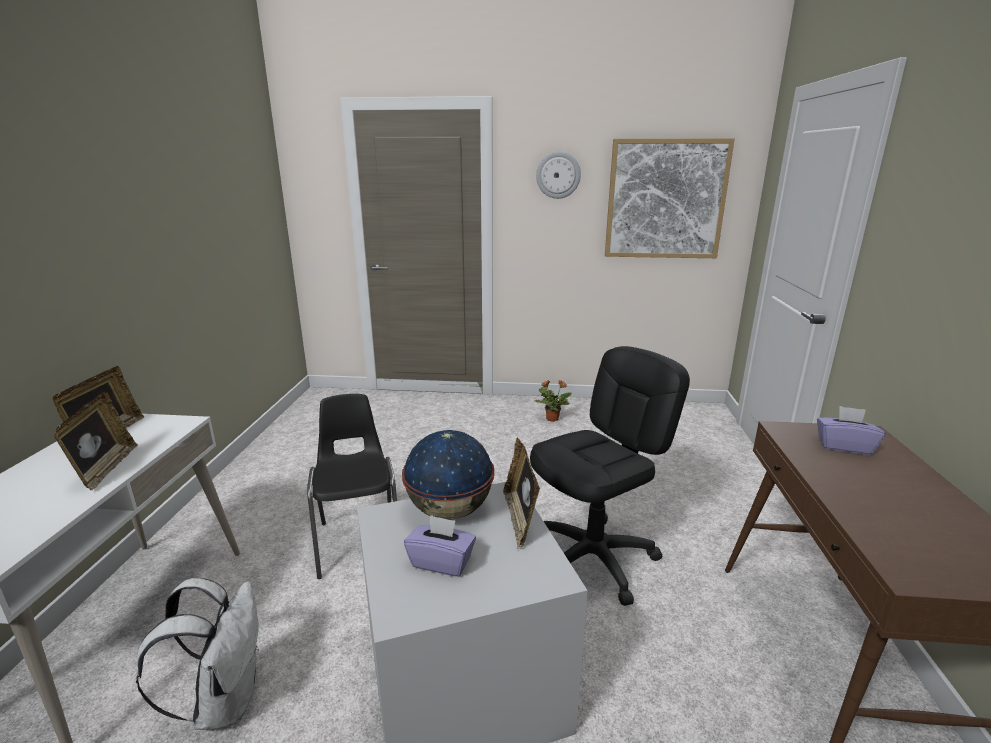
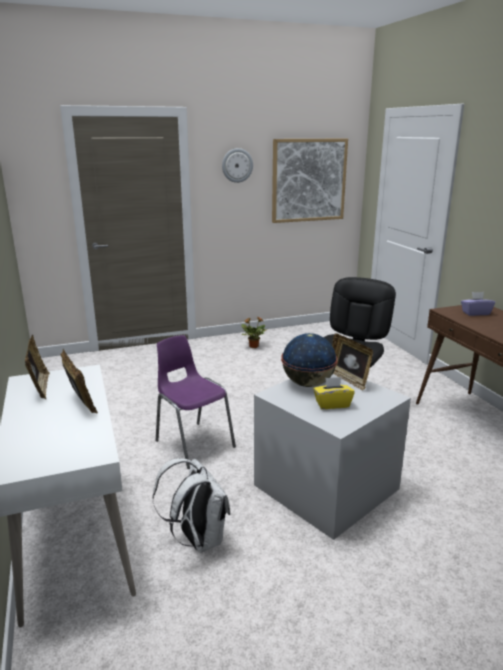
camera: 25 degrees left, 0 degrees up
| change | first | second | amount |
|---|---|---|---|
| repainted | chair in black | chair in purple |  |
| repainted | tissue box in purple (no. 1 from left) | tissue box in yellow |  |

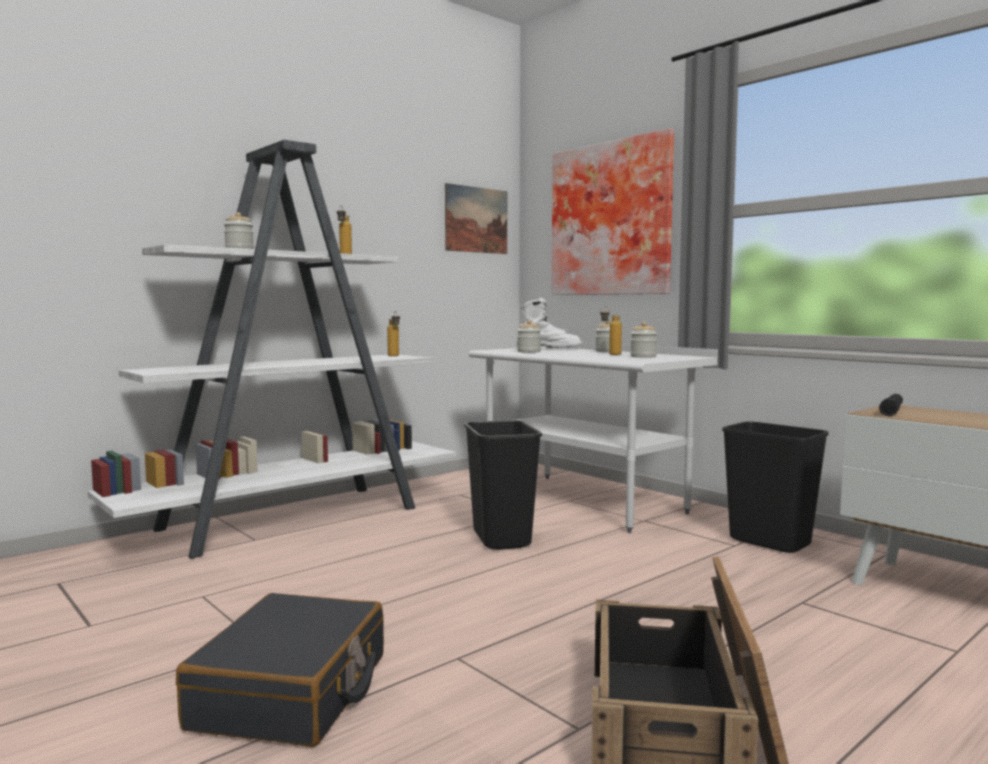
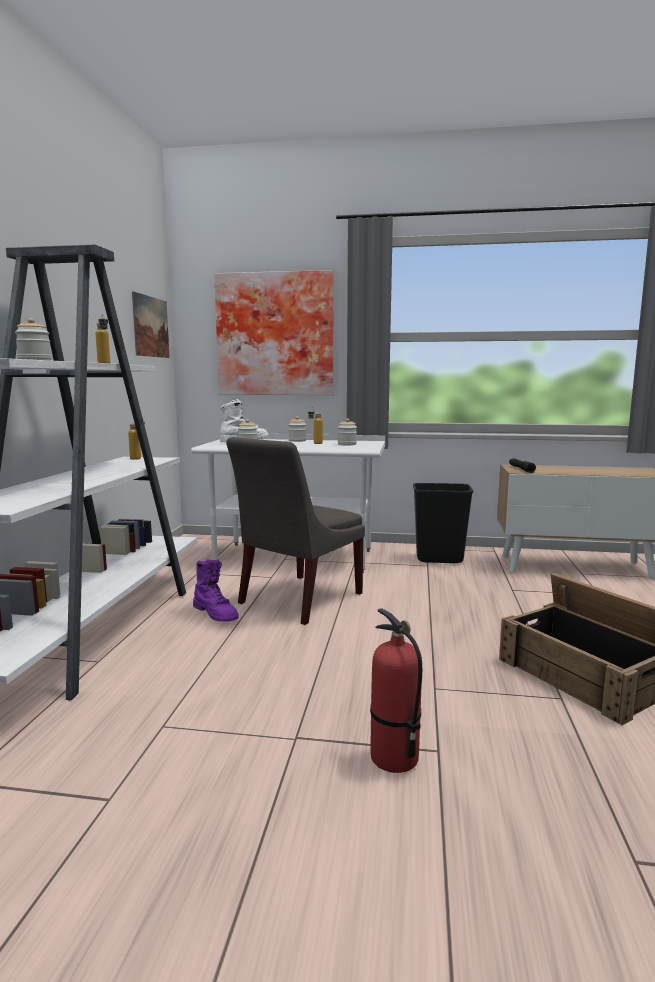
camera: 40 degrees left, 5 degrees up
| change | first | second | amount |
|---|---|---|---|
| swapped | trash can in black (no. 1 from left) | chair in grey |  |
| swapped | suitcase in black | fire extinguisher |  |
| new |  | boot in purple |  |

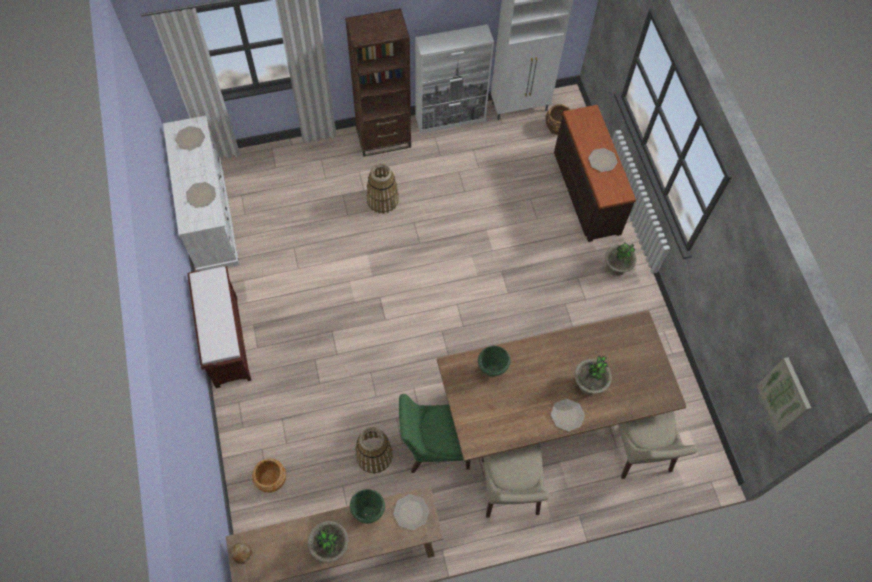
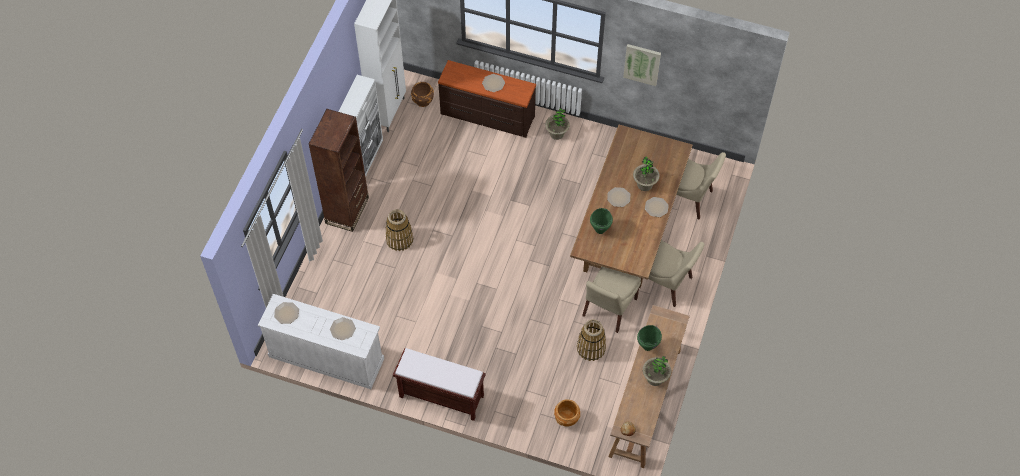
camera: 55 degrees left, 5 degrees down
| change | first | second | amount |
|---|---|---|---|
| shifted | picture |  |  |
| repainted | chair in green | chair in beige (no. 1 from left) |  |
| shifted | plate (no. 3 from left in the first image) | plate (no. 4 from left) |  |

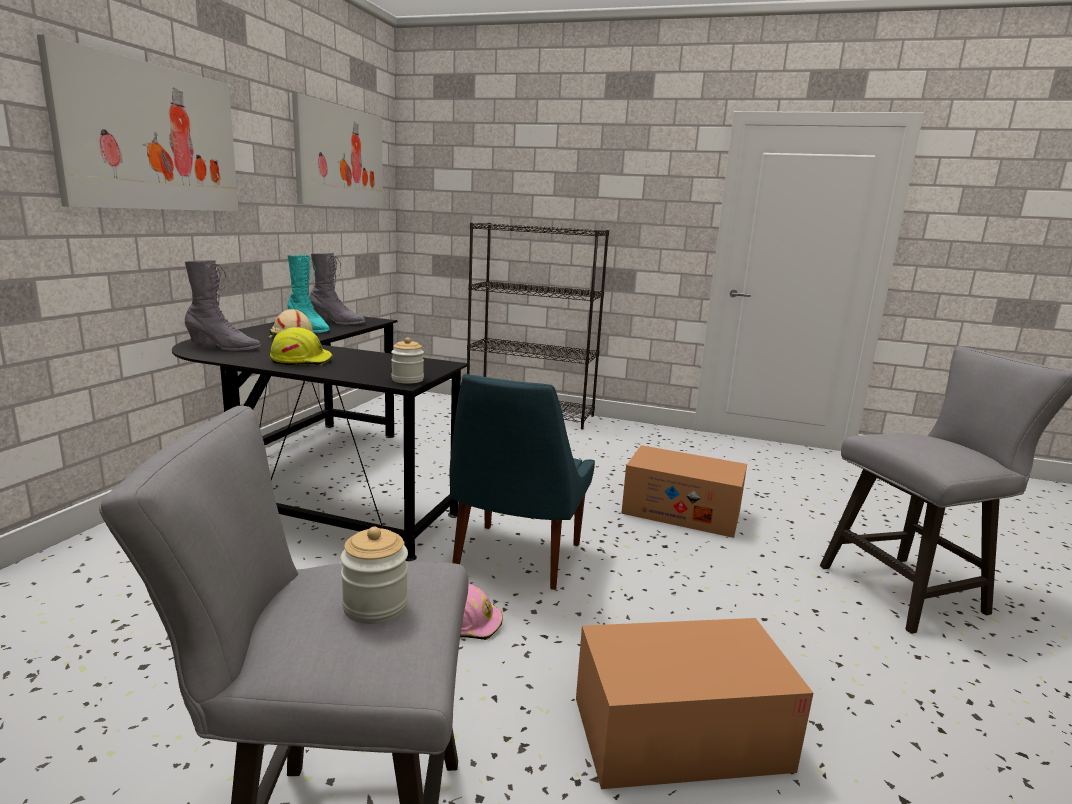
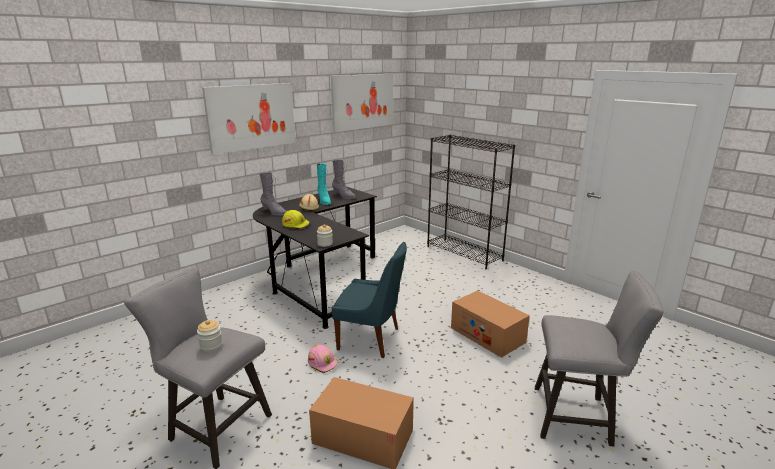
camera: 30 degrees right, 5 degrees up
| change | first | second | amount |
|---|---|---|---|
| rotated | chair in blue |  | 120 degrees counterclockwise |

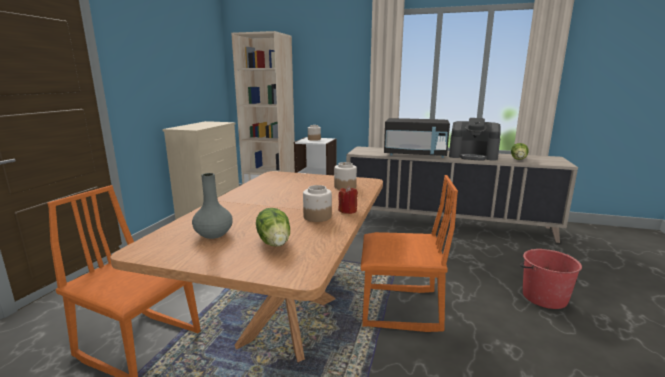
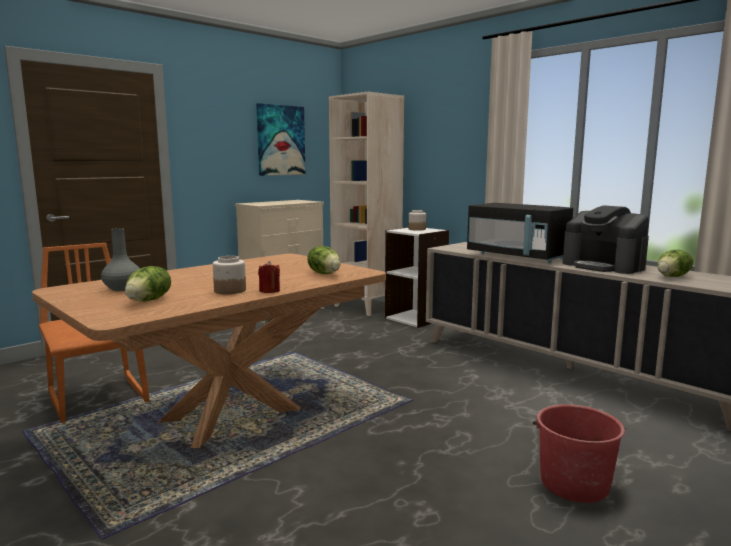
camera: 30 degrees right, 5 degrees down
| change | first | second | amount |
|---|---|---|---|
| swapped | jar (no. 3 from left) | lettuce (no. 2 from left) |  |
| gone | chair in orange (no. 2 from left) |  |  |
| new |  | picture |  |

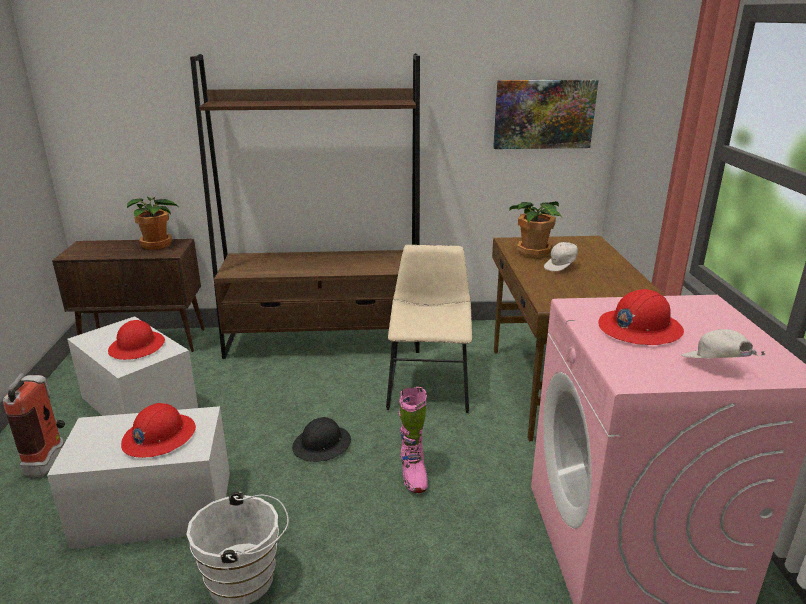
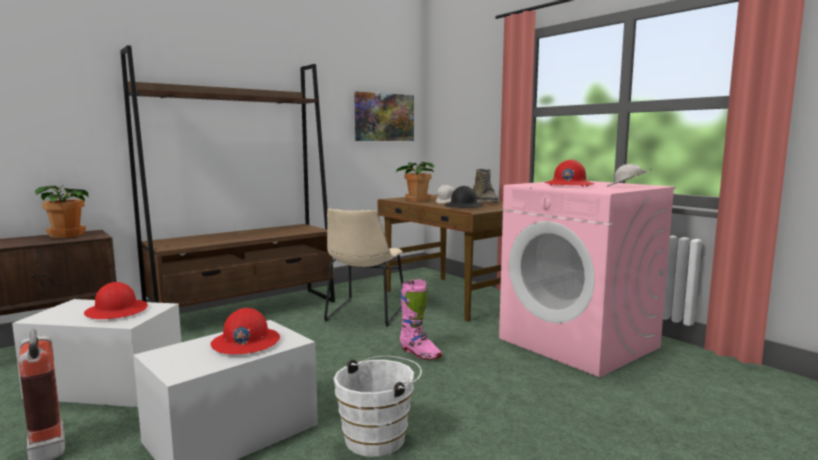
camera: 35 degrees left, 15 degrees down
| change | first | second | amount |
|---|---|---|---|
| rotated | chair in beige |  | 135 degrees counterclockwise |
| shifted | hard hat in black |  |  |
| new |  | boot in green |  |

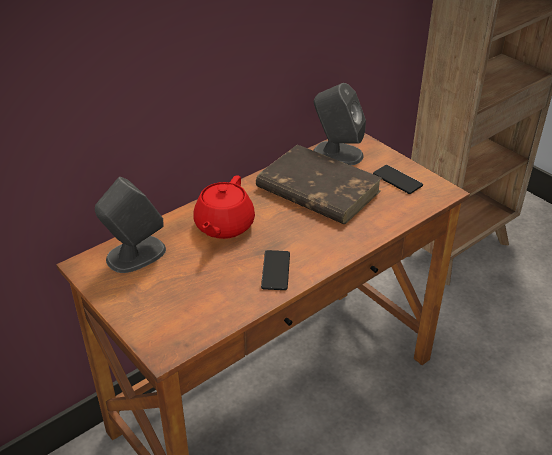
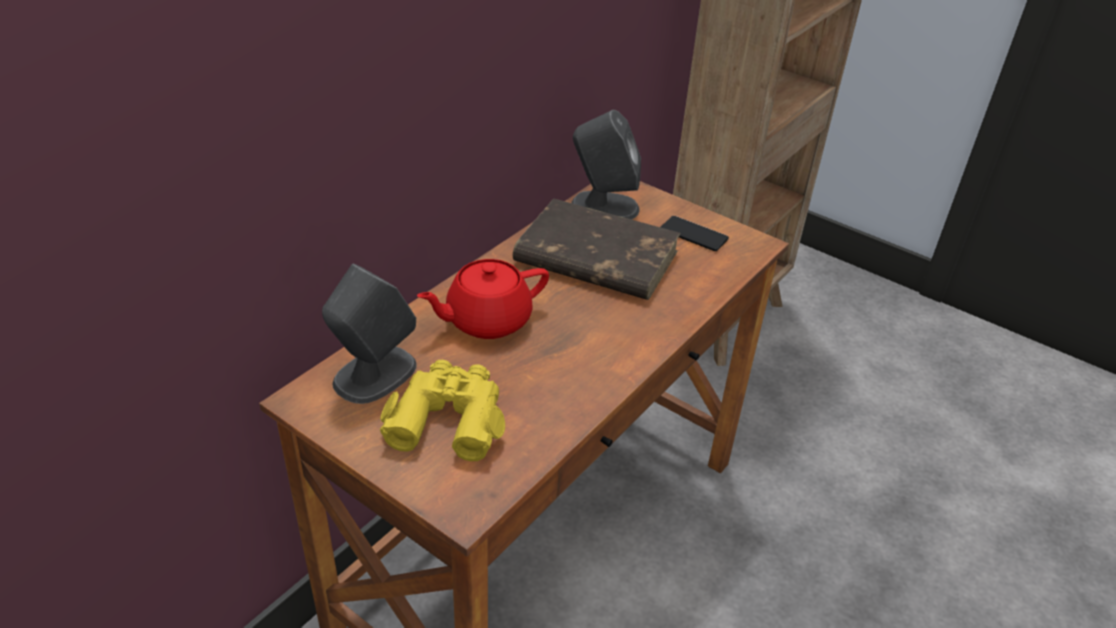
camera: 15 degrees left, 0 degrees up
| change | first | second | amount |
|---|---|---|---|
| rotated | teapot in red |  | 60 degrees clockwise |
| gone | phone (no. 1 from left) |  |  |
| new |  | binoculars in yellow |  |

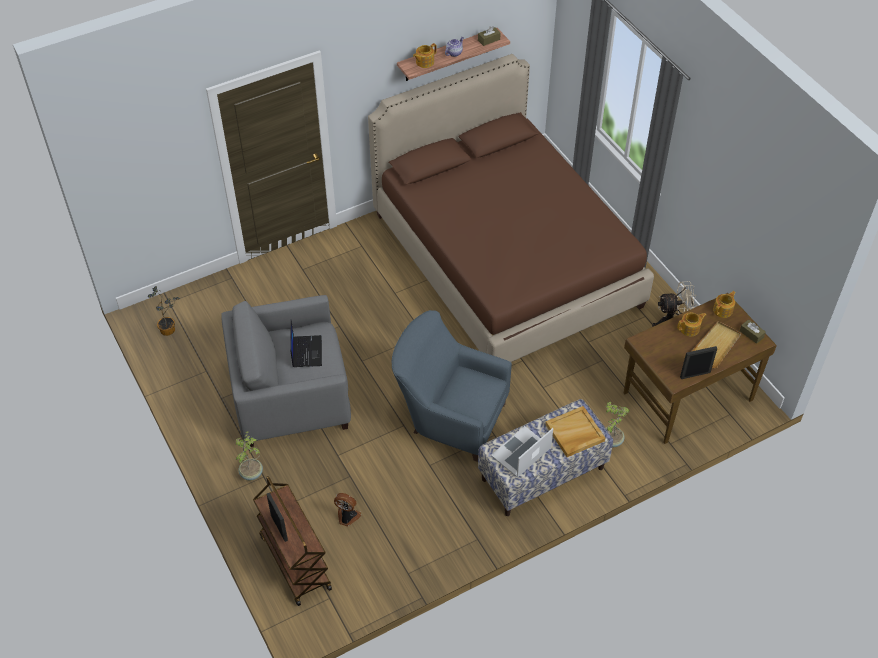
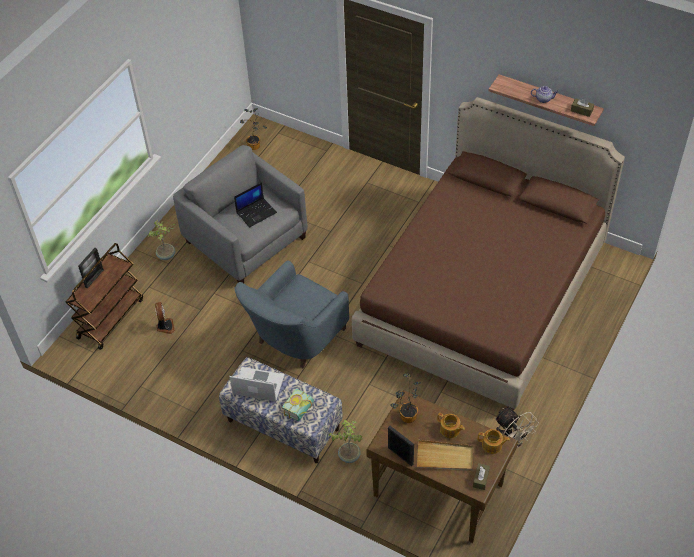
camera: 60 degrees right, 0 degrees up
| change | first | second | amount |
|---|---|---|---|
| gone | teapot (no. 1 from left) |  |  |
| rotated | armchair in blue |  | 135 degrees counterclockwise |
| swapped | tray in beige (no. 1 from left) | book |  |
| new |  | potted plant (no. 4 from left) |  |

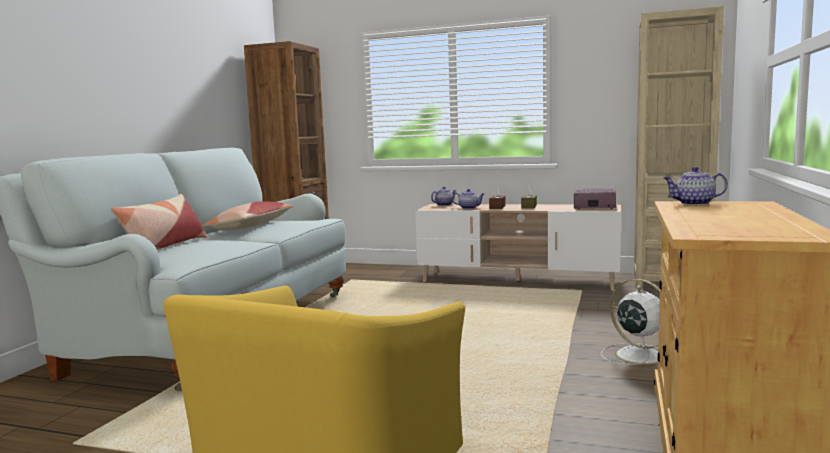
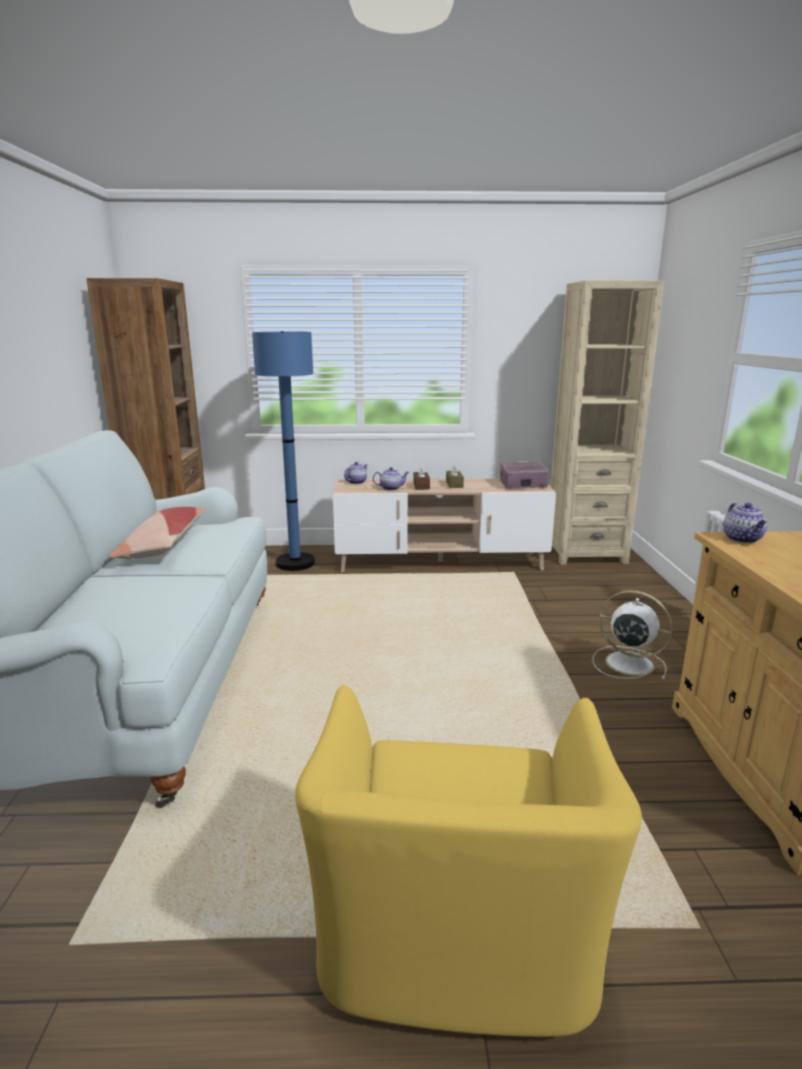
camera: 20 degrees left, 10 degrees up
| change | first | second | amount |
|---|---|---|---|
| rotated | teapot (no. 3 from left) |  | 75 degrees counterclockwise |
| gone | pillow (no. 1 from left) |  |  |
| new |  | floor lamp in blue |  |

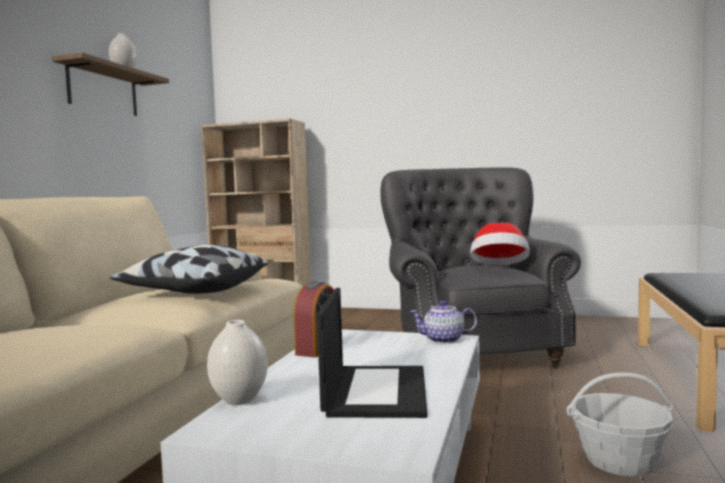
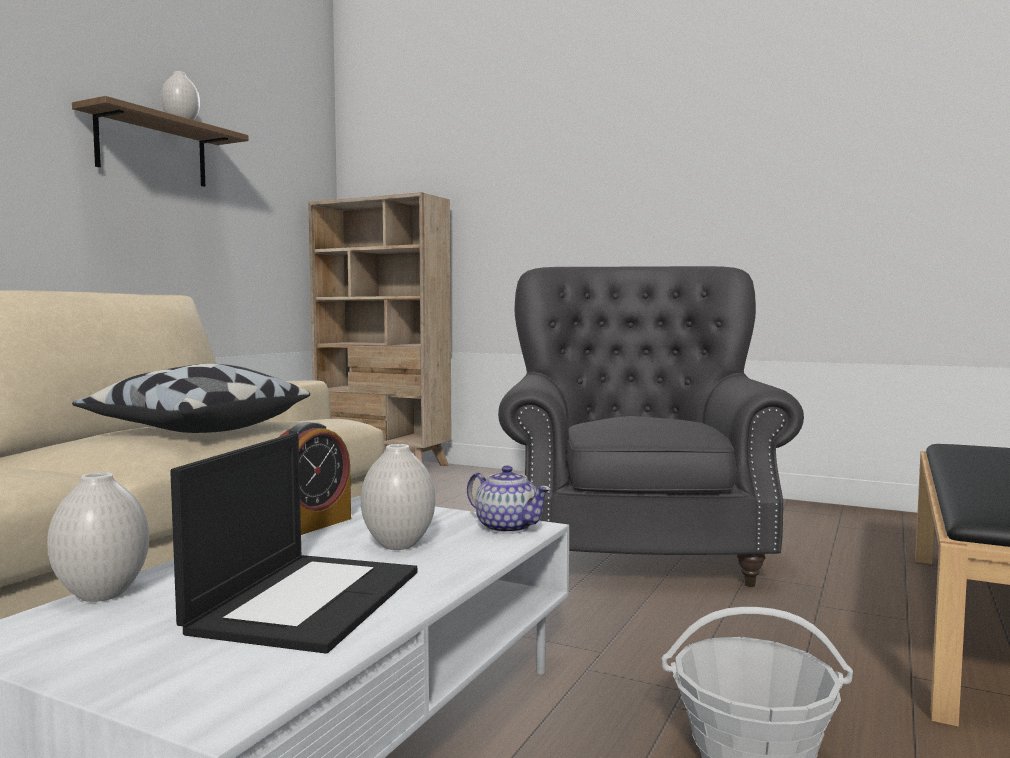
camera: 10 degrees right, 0 degrees up
| change | first | second | amount |
|---|---|---|---|
| gone | hat |  |  |
| rotated | teapot |  | 150 degrees counterclockwise |
| new |  | vase in white (no. 3 from left) |  |

